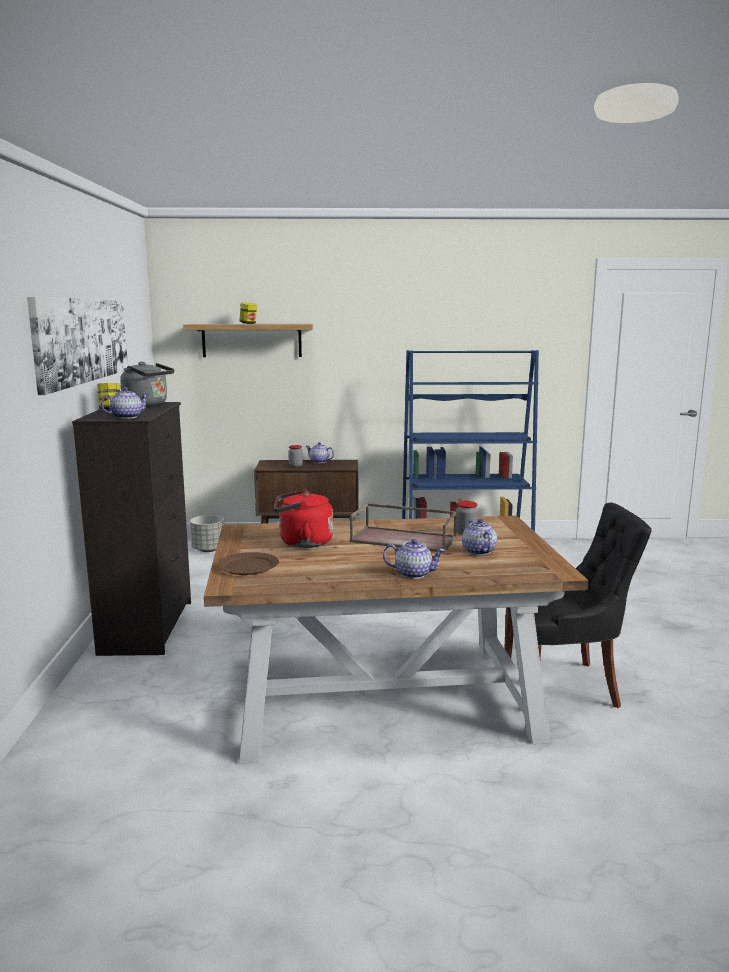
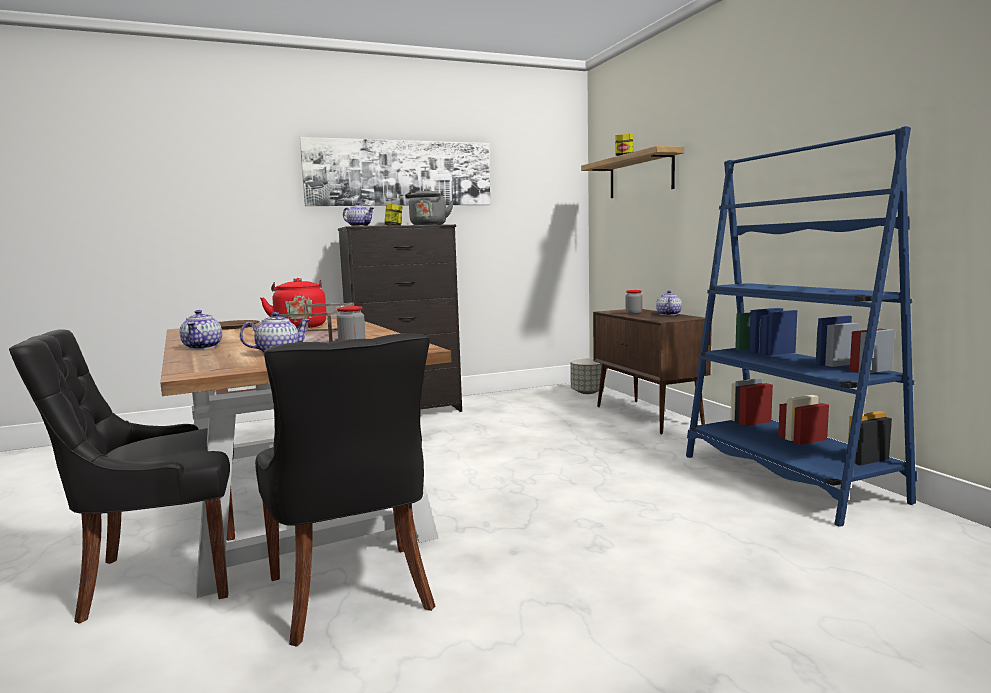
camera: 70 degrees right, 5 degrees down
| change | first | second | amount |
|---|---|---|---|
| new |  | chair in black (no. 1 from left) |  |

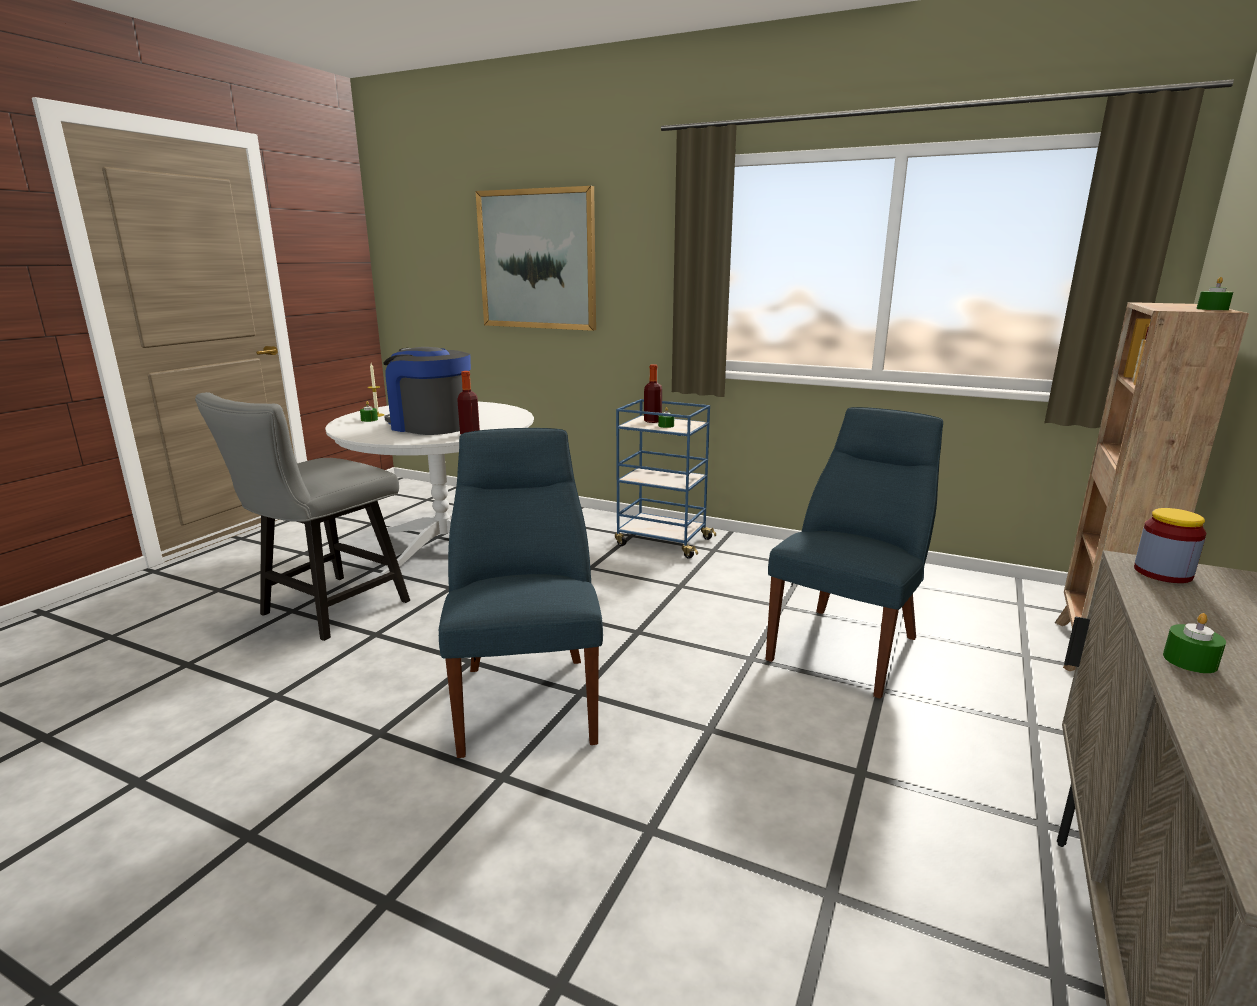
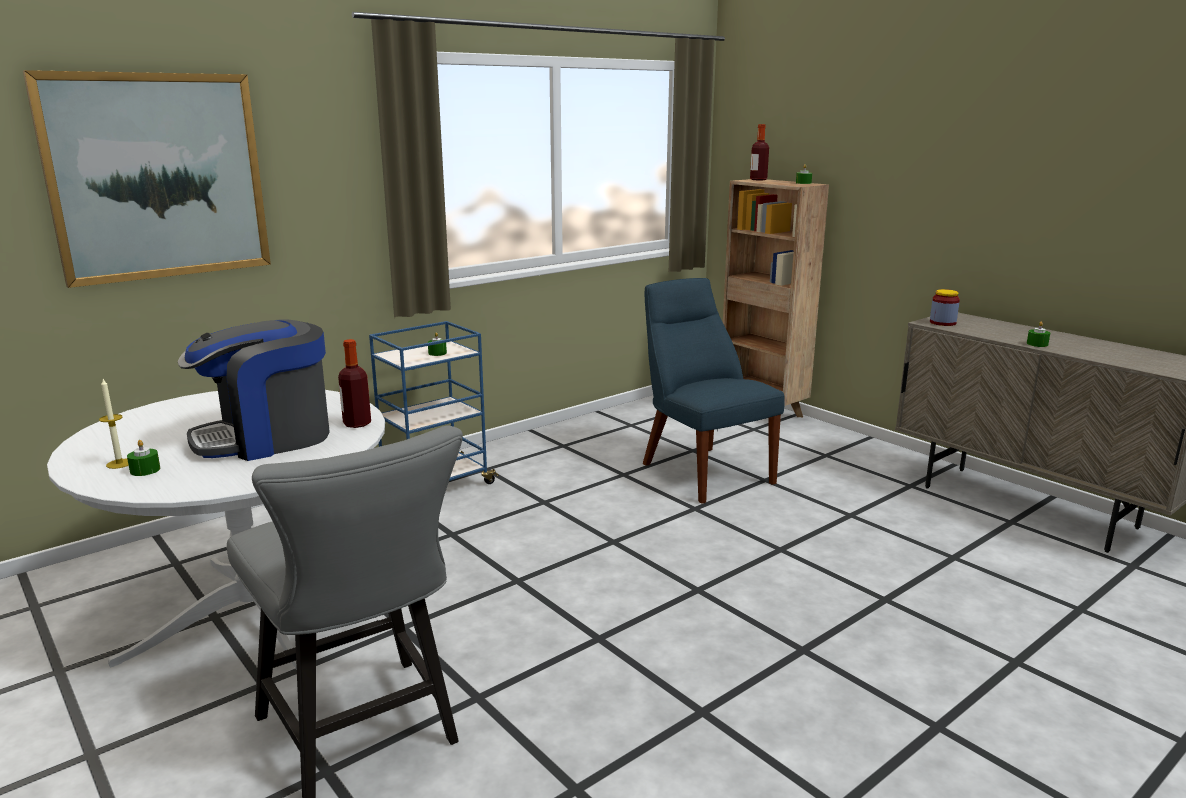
camera: 65 degrees left, 0 degrees up
| change | first | second | amount |
|---|---|---|---|
| shifted | bottle (no. 2 from left) |  |  |
| gone | chair in blue (no. 1 from left) |  |  |

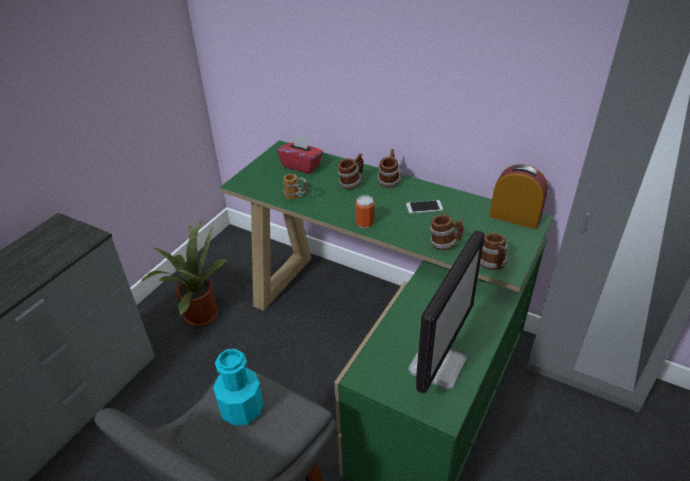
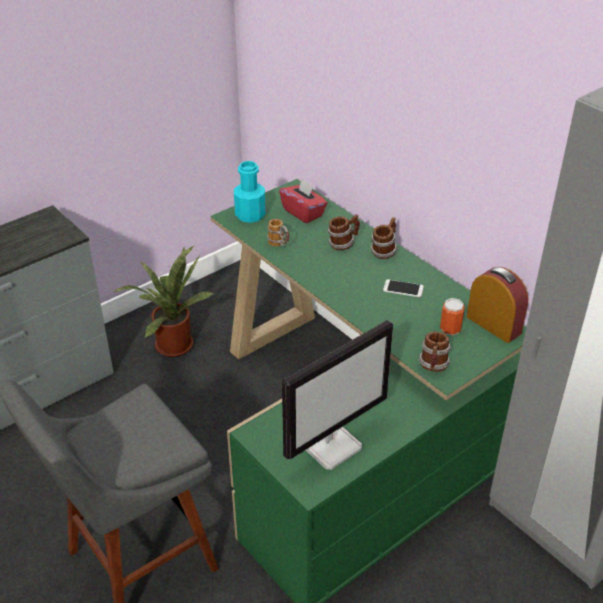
camera: 20 degrees right, 0 degrees up
| change | first | second | amount |
|---|---|---|---|
| shifted | can |  |  |
| gone | mug (no. 4 from left) |  |  |
| shifted | bottle in turquoise |  |  |

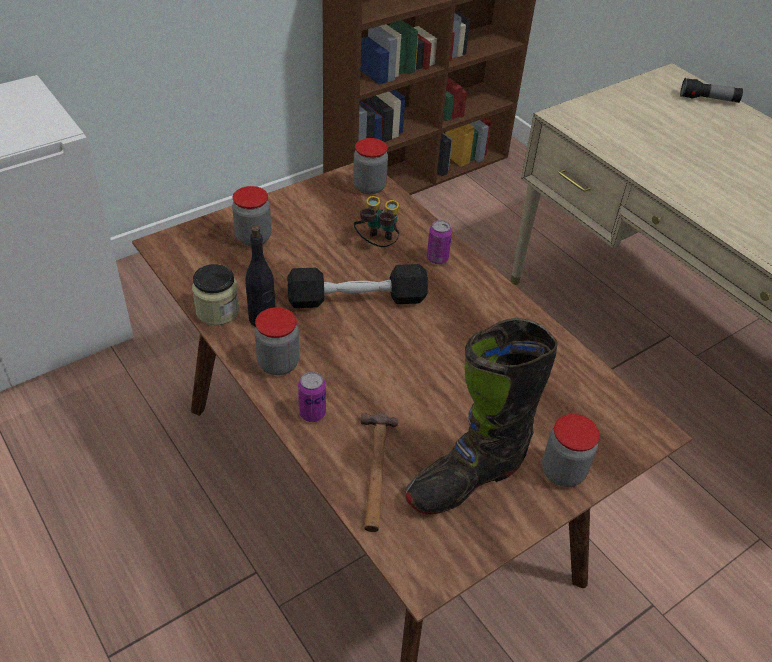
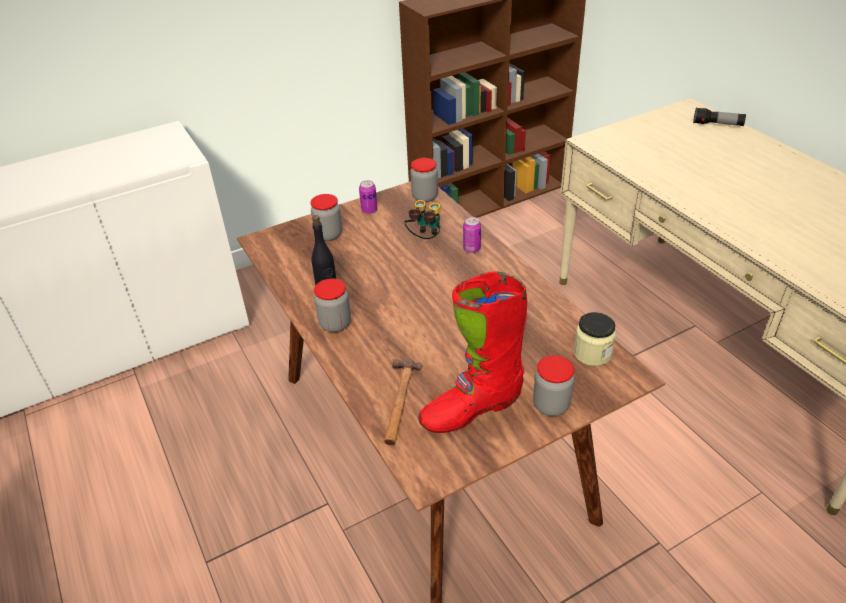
camera: 10 degrees right, 5 degrees down
| change | first | second | amount |
|---|---|---|---|
| shifted | jar (no. 1 from left in the first image) | jar (no. 5 from left) |  |
| gone | dumbbell in black |  |  |
| repainted | boot in black | boot in red |  |
| shifted | can (no. 1 from left) |  |  |

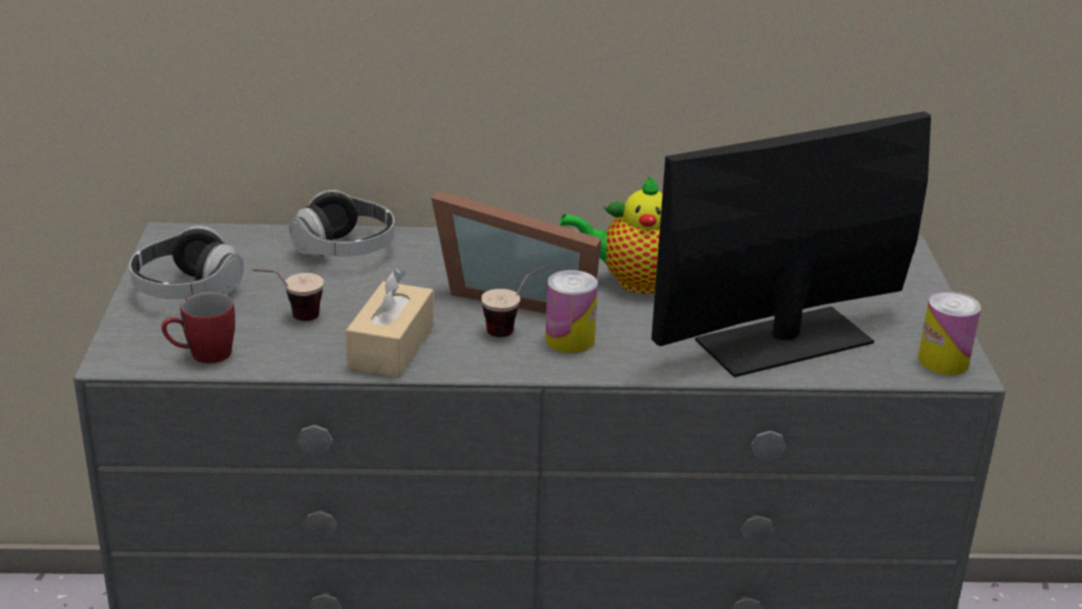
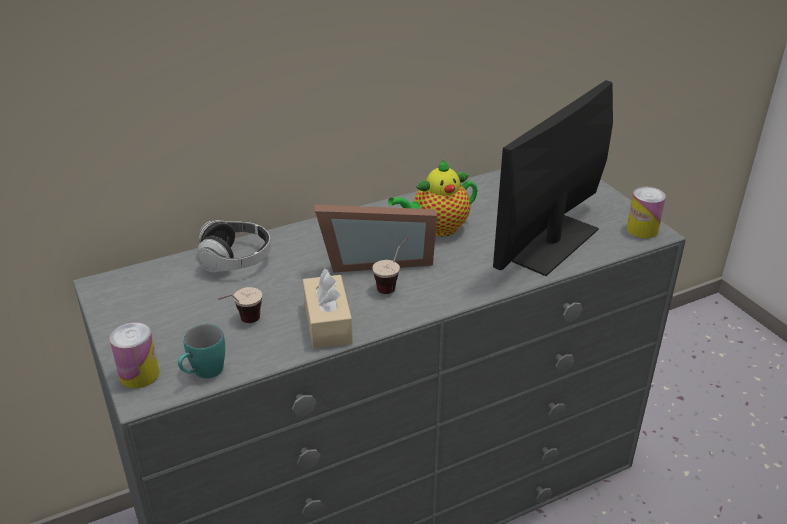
camera: 25 degrees left, 5 degrees up
| change | first | second | amount |
|---|---|---|---|
| gone | headphones (no. 1 from left) |  |  |
| shifted | can (no. 1 from left) |  |  |
| repainted | mug in red | mug in turquoise |  |

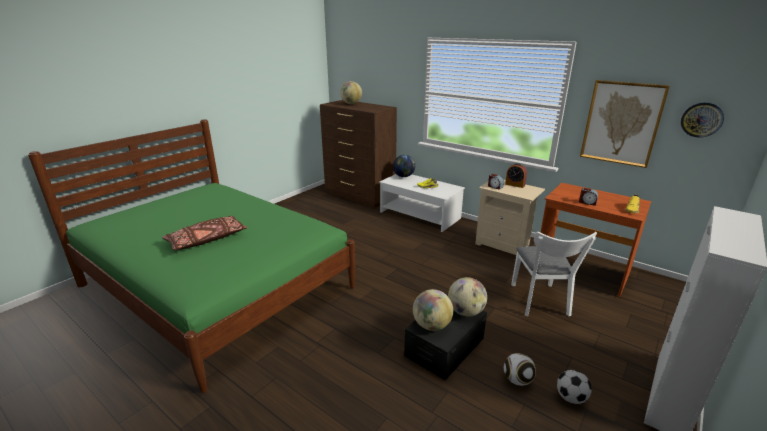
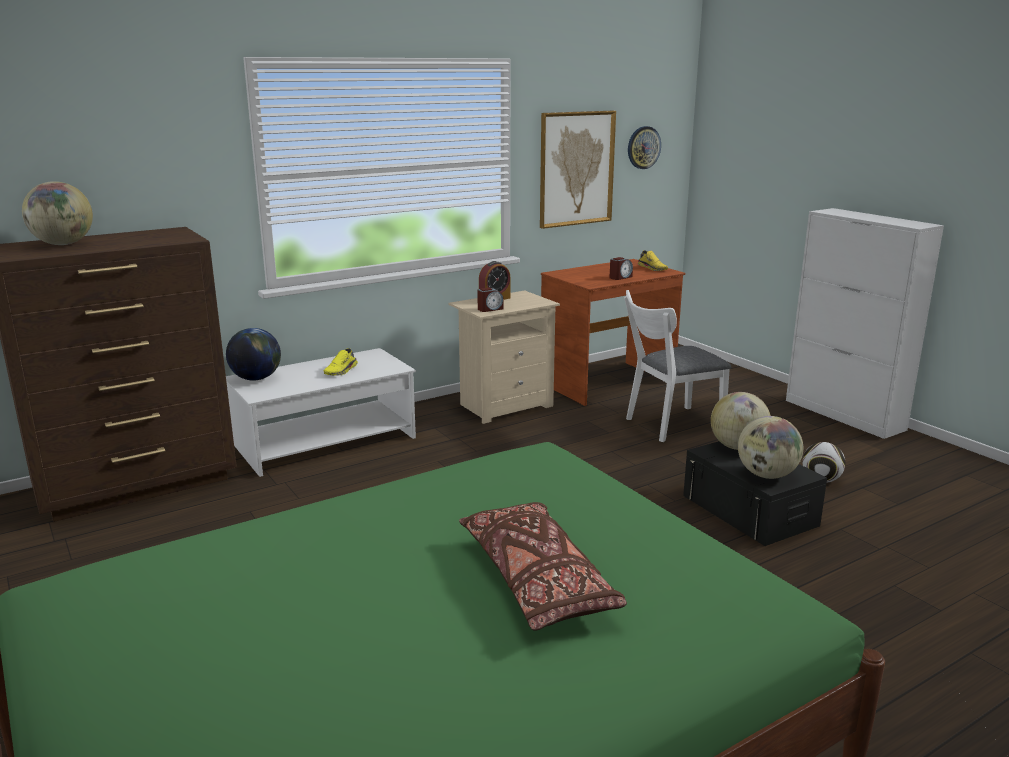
camera: 70 degrees left, 5 degrees down
| change | first | second | amount |
|---|---|---|---|
| rotated | chair in white |  | 135 degrees clockwise |
| gone | football (no. 2 from left) |  |  |

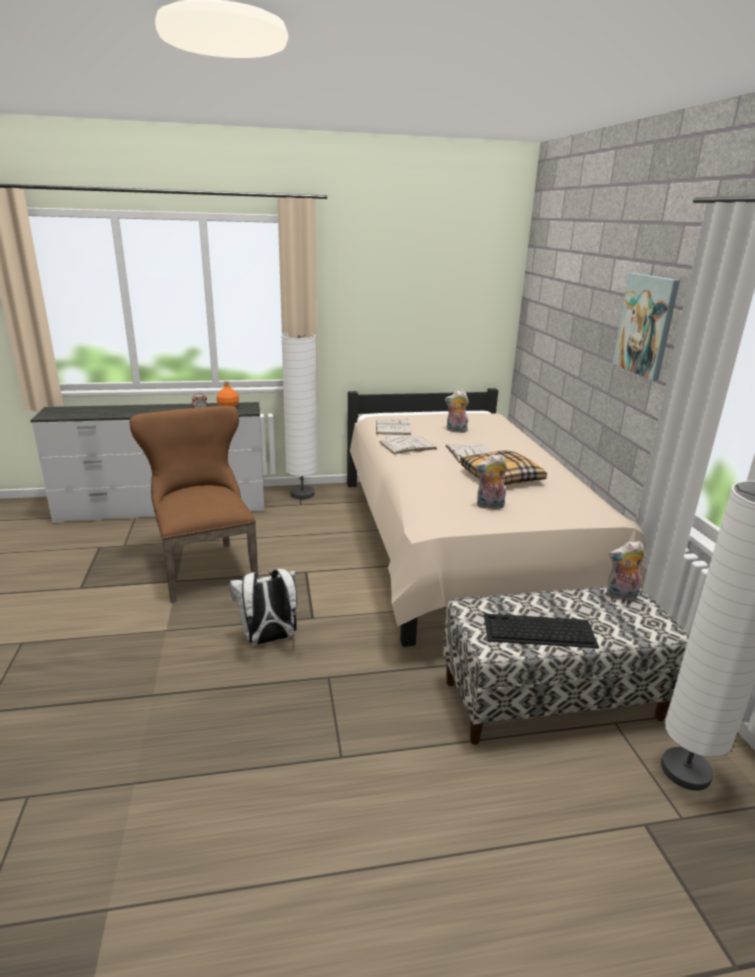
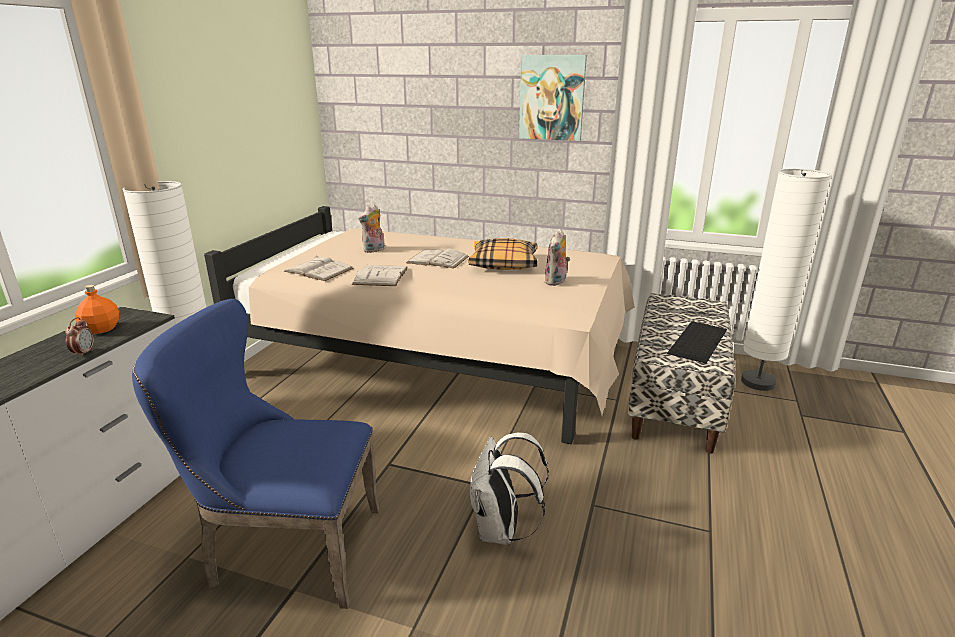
camera: 60 degrees left, 0 degrees up
| change | first | second | amount |
|---|---|---|---|
| repainted | chair in brown | chair in blue |  |
| gone | plush toy (no. 3 from left) |  |  |

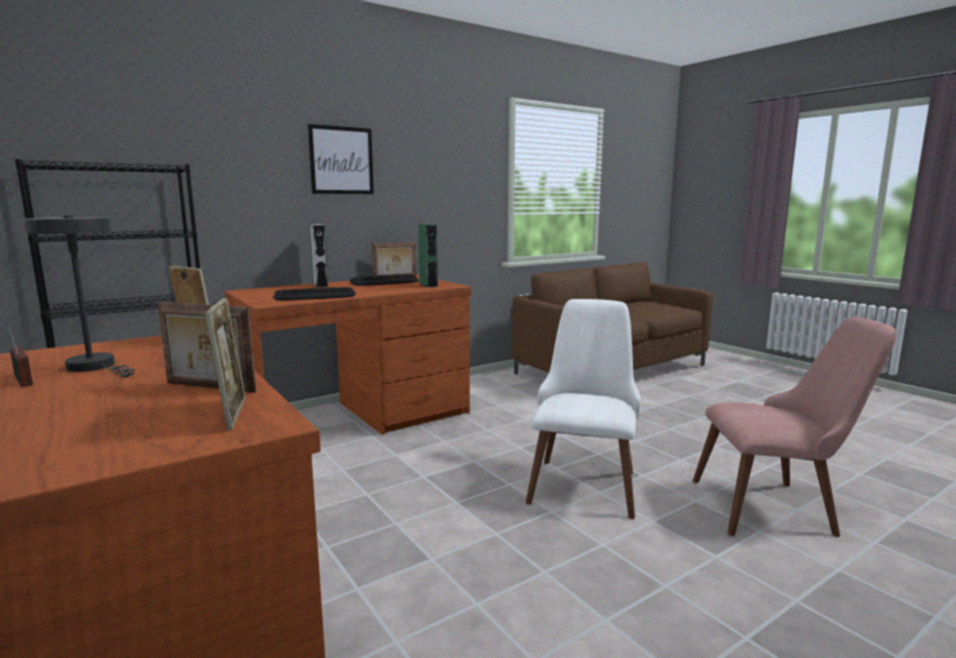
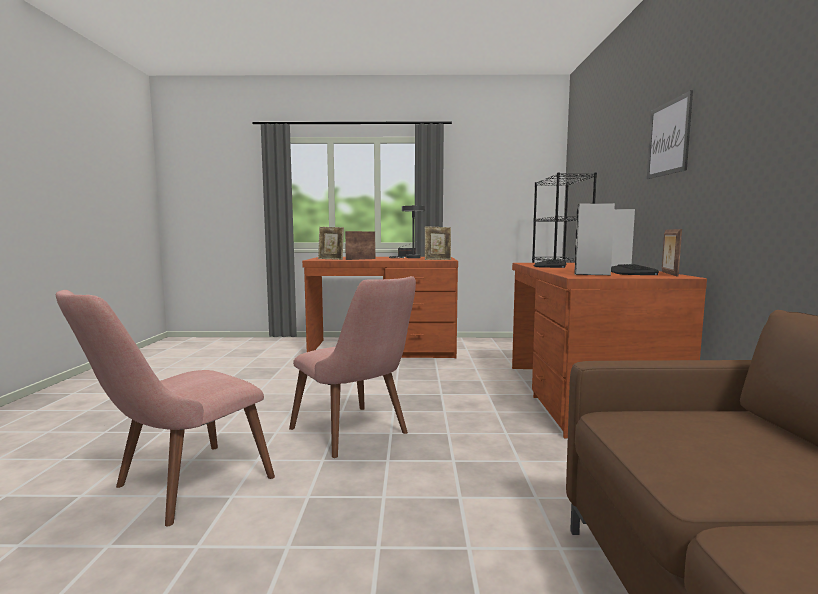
camera: 125 degrees right, 5 degrees down
| change | first | second | amount |
|---|---|---|---|
| repainted | speaker in green | speaker in grey (no. 1 from left) |  |
| repainted | chair in white | chair in pink (no. 2 from left) |  |

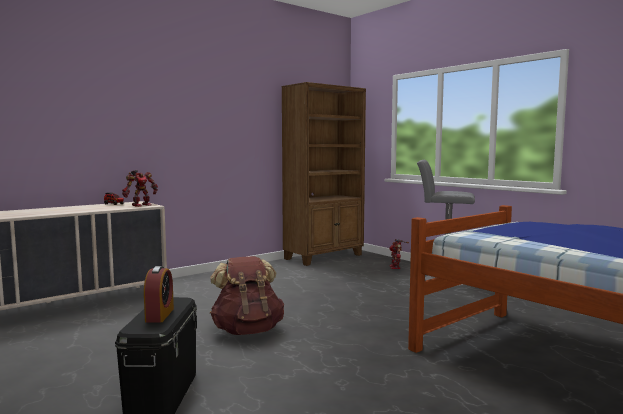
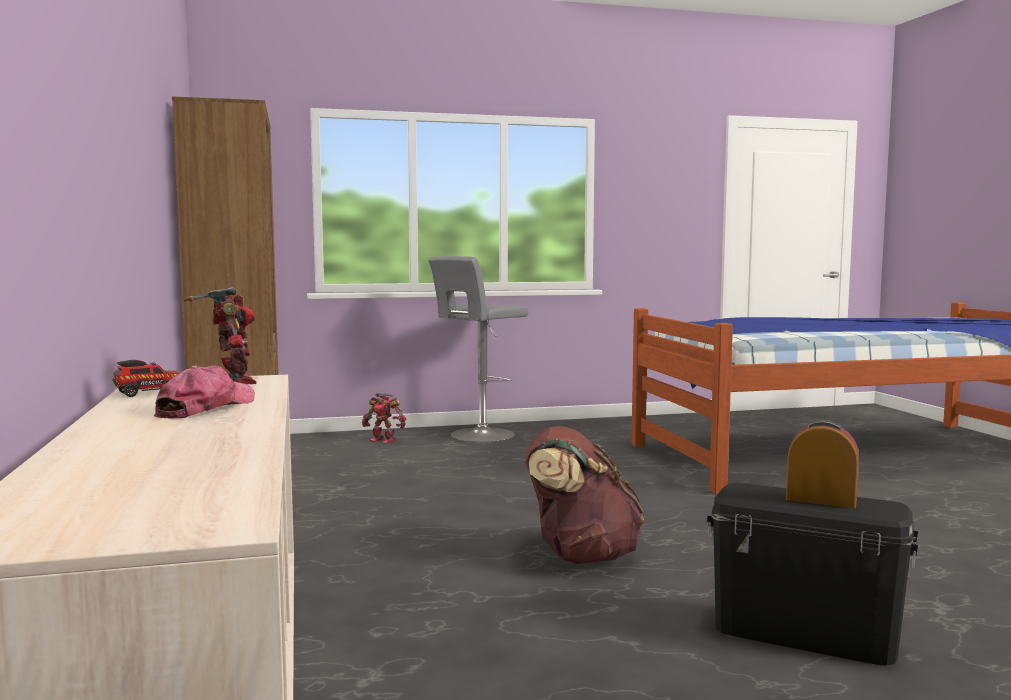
camera: 65 degrees left, 0 degrees up
| change | first | second | amount |
|---|---|---|---|
| new |  | cap |  |

